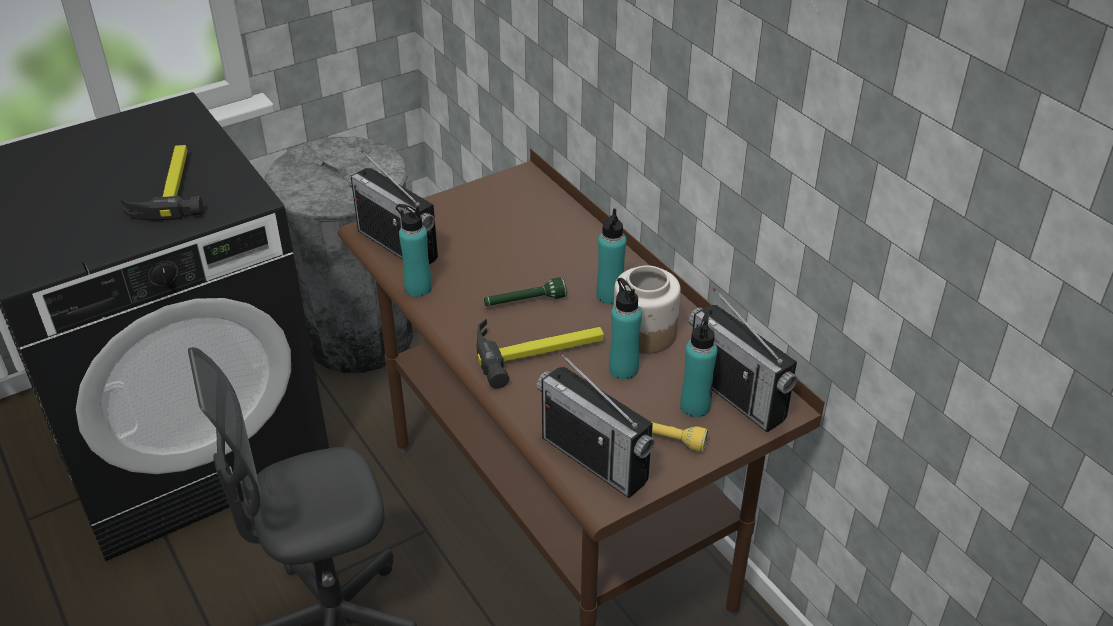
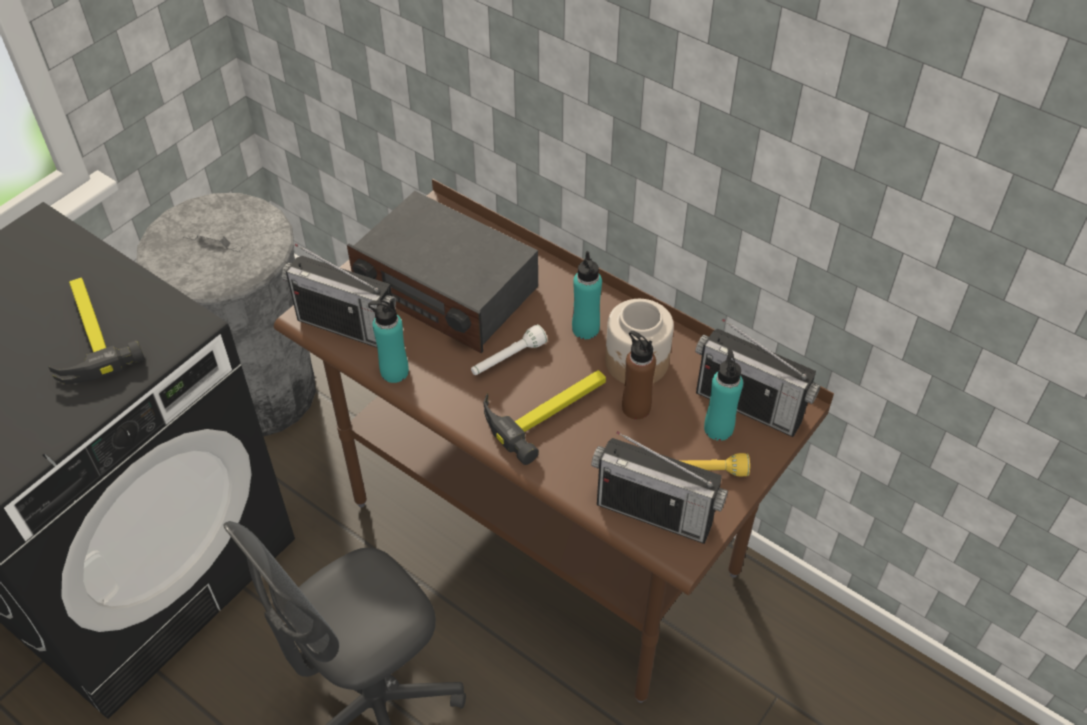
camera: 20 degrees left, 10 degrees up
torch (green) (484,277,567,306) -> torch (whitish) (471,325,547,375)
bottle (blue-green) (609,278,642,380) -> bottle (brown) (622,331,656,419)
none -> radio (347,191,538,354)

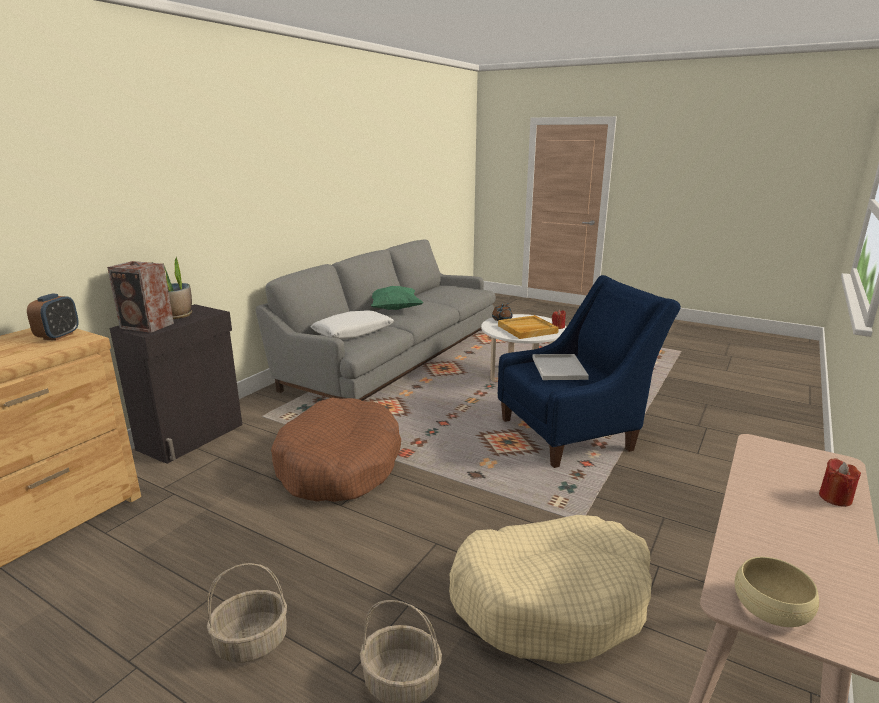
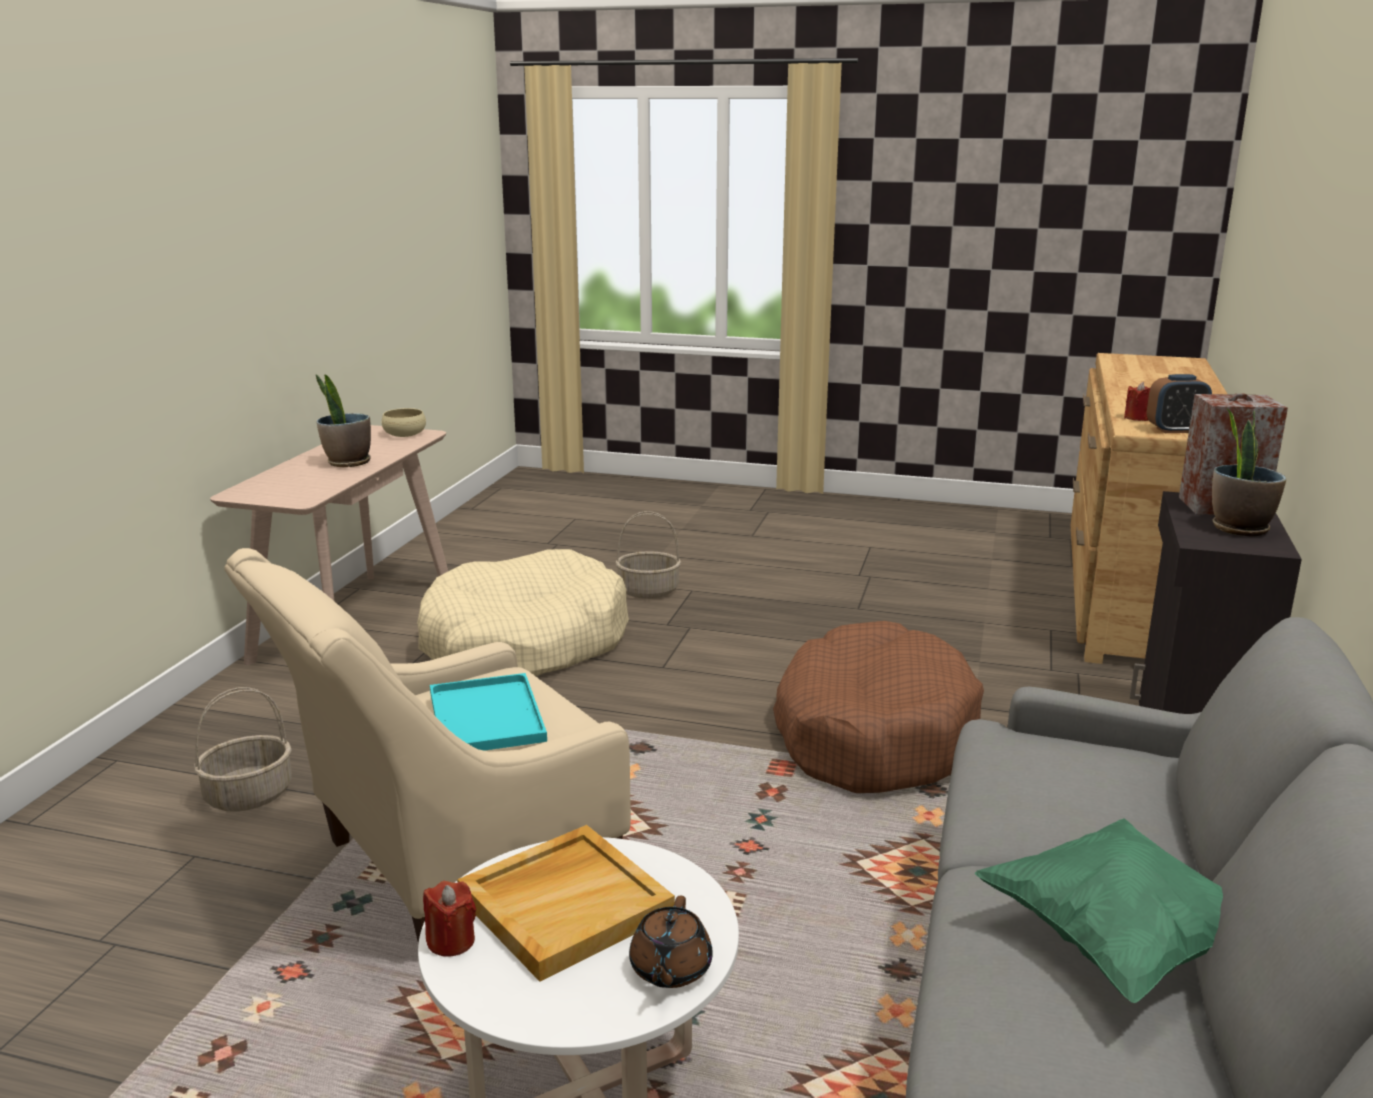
camera: 165 degrees right, 0 degrees up
table clock (27,294,79,340) -> table clock (1147,374,1212,433), 90 degrees counterclockwise
household basket (207,563,287,663) -> household basket (194,687,292,812), moved
throw pillow (whitish) (311,310,394,339) -> none
easy chair (blue-coloured) (498,275,681,468) -> easy chair (beige-coloured) (224,548,631,943)
serving tray (whitish) (532,354,589,380) -> serving tray (blue-green) (430,673,547,751)
candle (red-coloured) (819,458,861,507) -> candle (red-coloured) (1124,382,1151,421), moved
none -> plant in a pot (316,374,371,467)

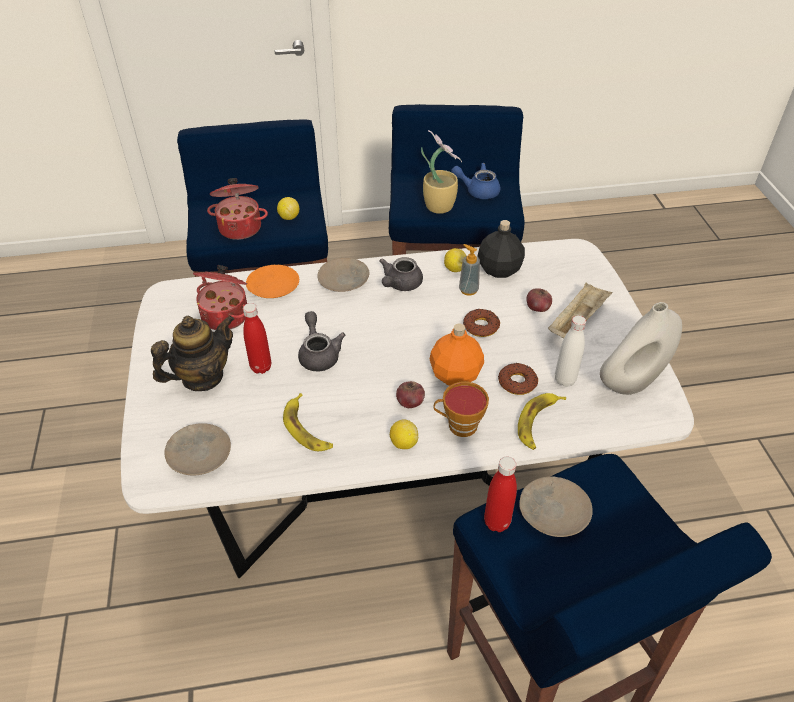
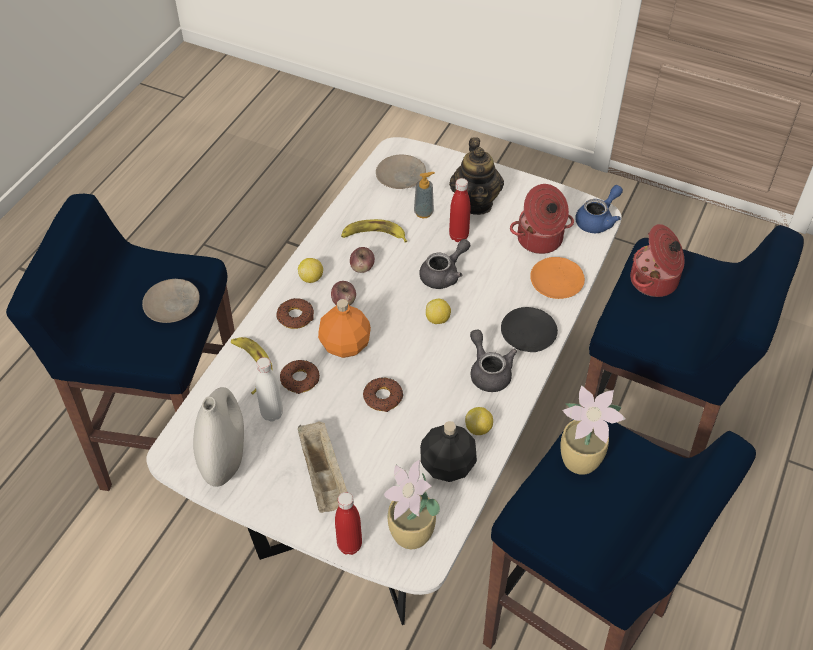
camera: 125 degrees right, 5 degrees up
citrus fruit (277,197,299,220) -> citrus fruit (426,299,451,324), moved
tea pot (grey) (298,311,345,371) -> tea pot (grey) (419,239,470,289), 60 degrees counterclockwise
dinner plate (beige-coloured) (317,258,369,292) -> dinner plate (black-coloured) (501,307,558,352)
cup (433,382,489,437) -> doughnut (276,298,314,329)
tea pot (blue-coloured) (451,163,500,199) -> tea pot (blue-coloured) (575,185,623,233), moved
liquid soap bottle (459,244,480,296) -> liquid soap bottle (414,172,435,218), moved
bottle (red-coloured) (484,457,517,532) -> bottle (red-coloured) (335,492,362,555), moved
apple fruit (527,288,552,312) -> apple fruit (350,247,375,273), moved
none -> plant in a pot (384,460,440,549)

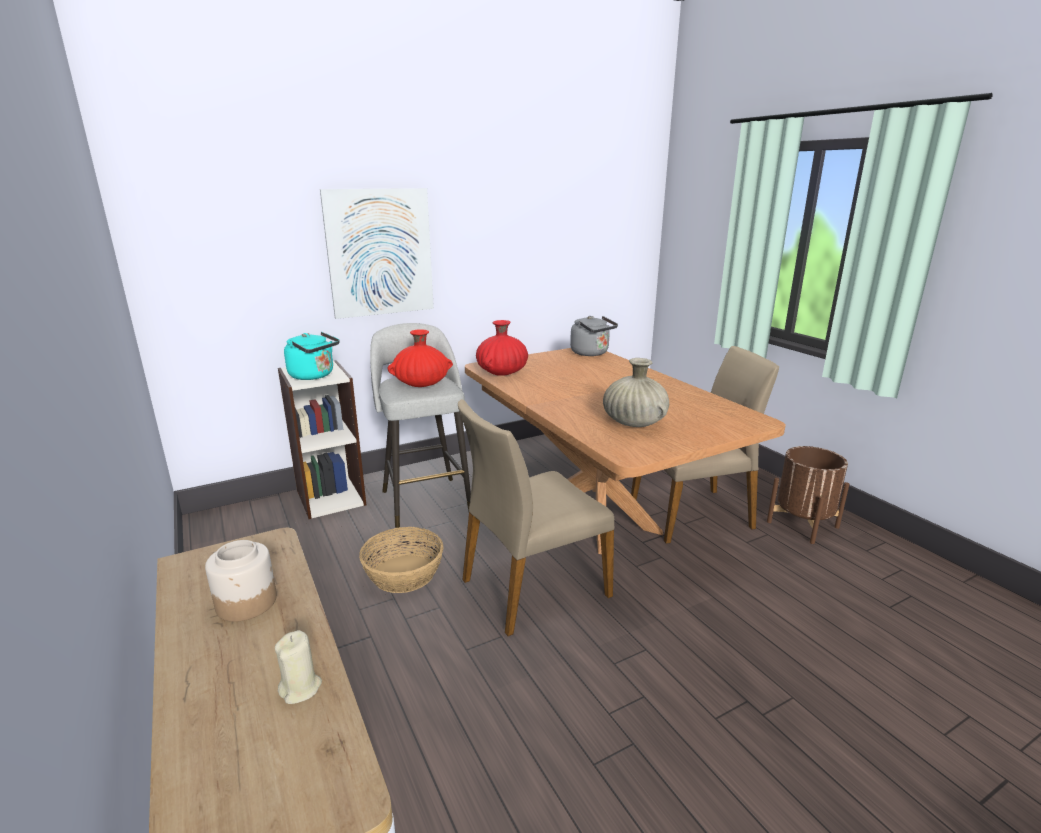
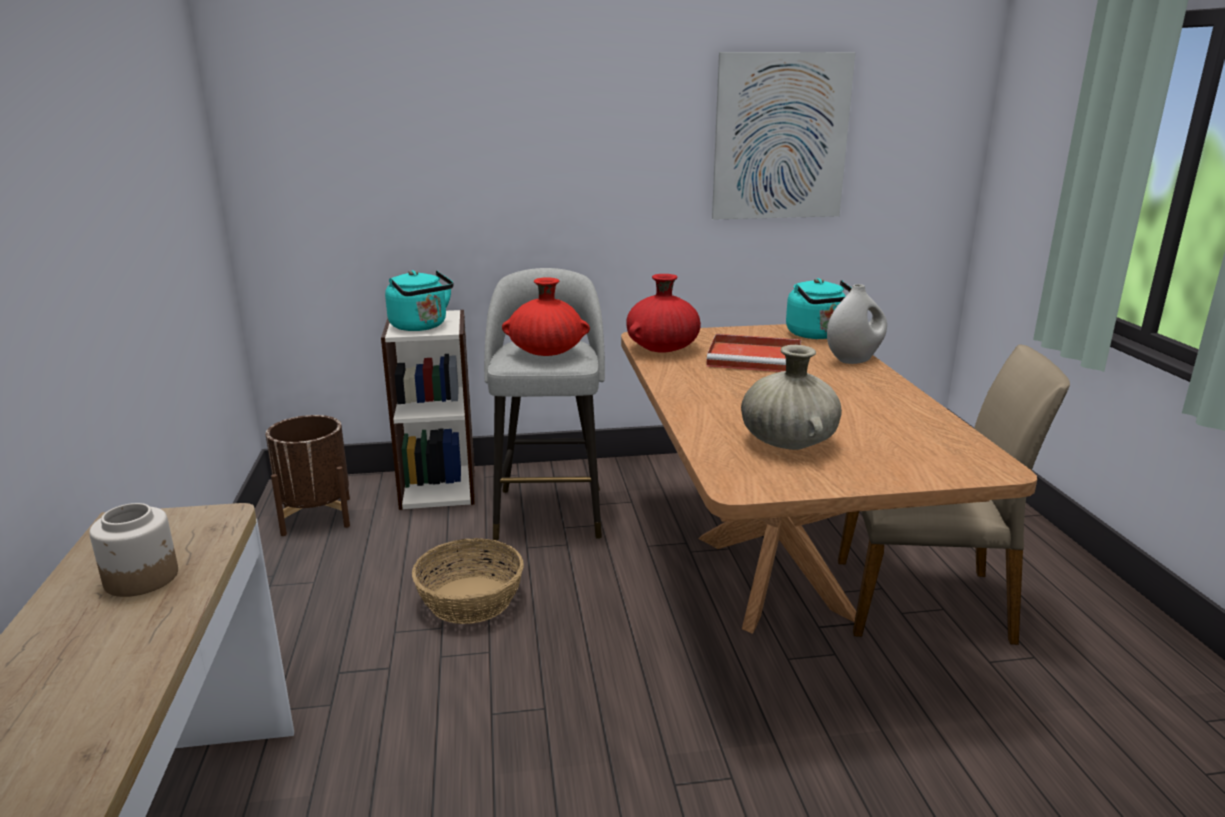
camera: 20 degrees right, 0 degrees up
candle (beige-coloured) (275,630,322,704) -> none
wall picture (320,188,434,319) -> wall picture (712,52,855,220), moved
plain chair (beige-coloured) (458,399,614,636) -> none
kettle (grey) (570,316,618,356) -> kettle (blue-green) (786,278,852,339)
plant pot (brown) (767,446,849,544) -> plant pot (brown) (265,415,350,536), moved
none -> serving tray (red-coloured) (706,334,801,372)
none -> vase (whitish) (827,284,887,364)

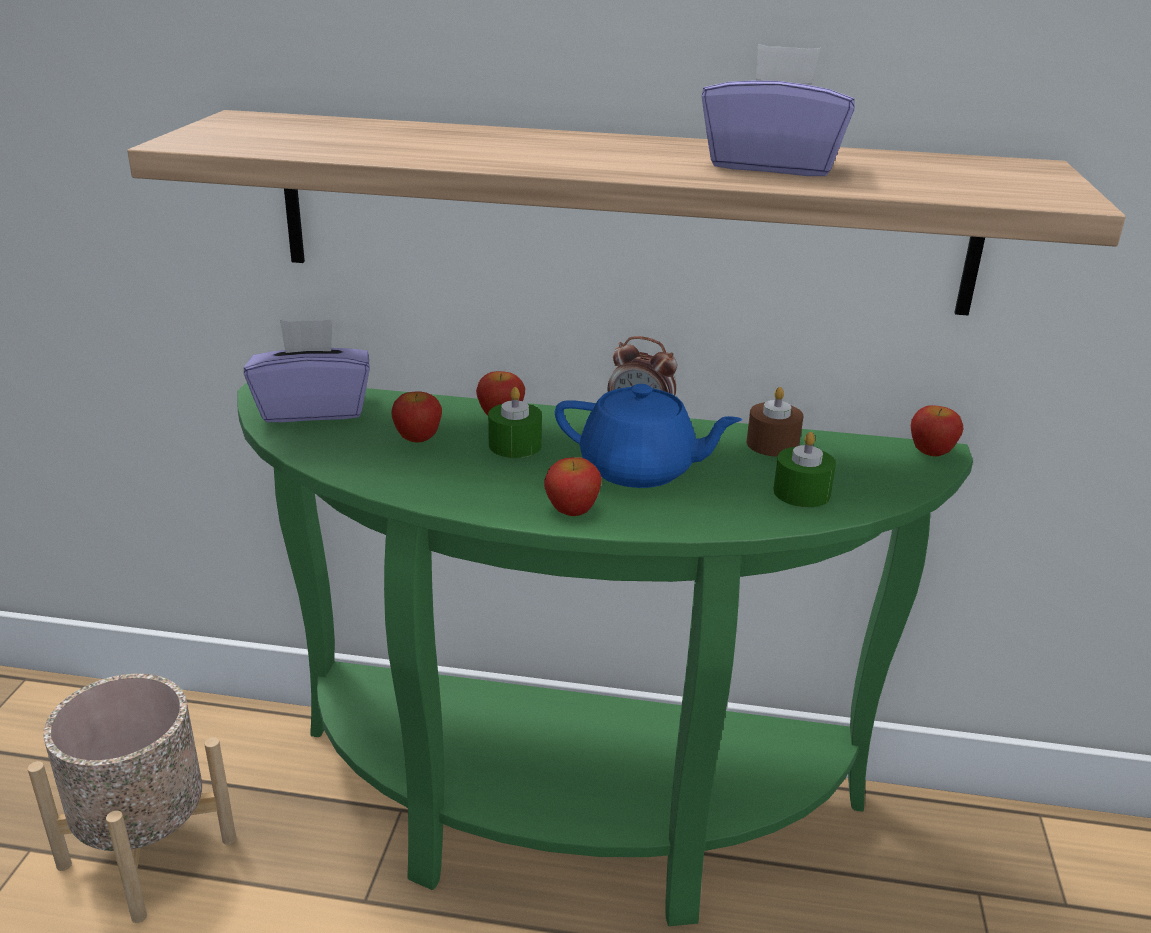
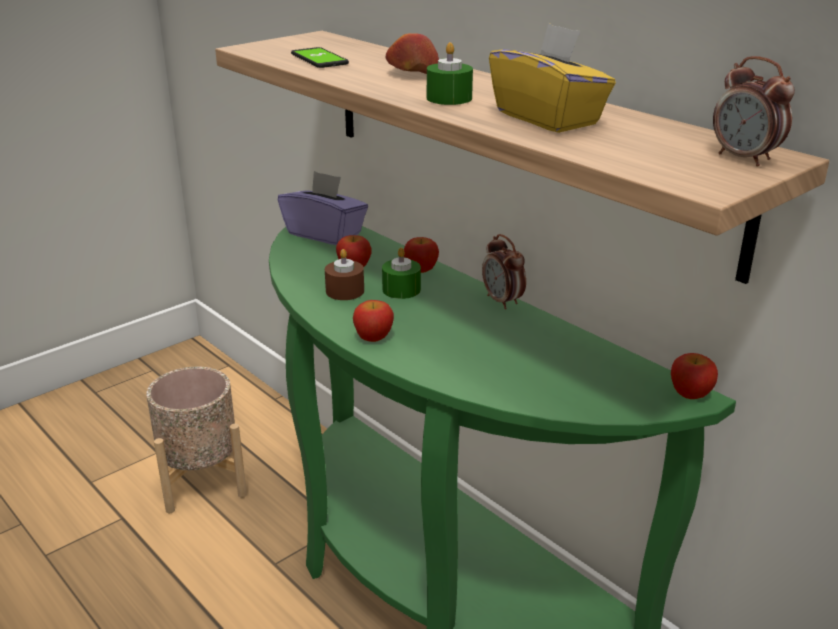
camera: 40 degrees right, 0 degrees up
tea pot (blue-coloured) (555,384,742,488) -> none
tissue holder (purple-coloured) (702,44,855,176) -> tissue holder (yellow) (489,23,616,133)
candle (brown) (747,387,803,457) -> candle (brown) (325,249,364,300), moved
candle (green) (773,432,836,507) -> candle (green) (427,42,473,105), moved
none -> handset (291,47,349,68)
none -> apple fruit (386,33,439,74)
none -> table clock (713,56,795,167)

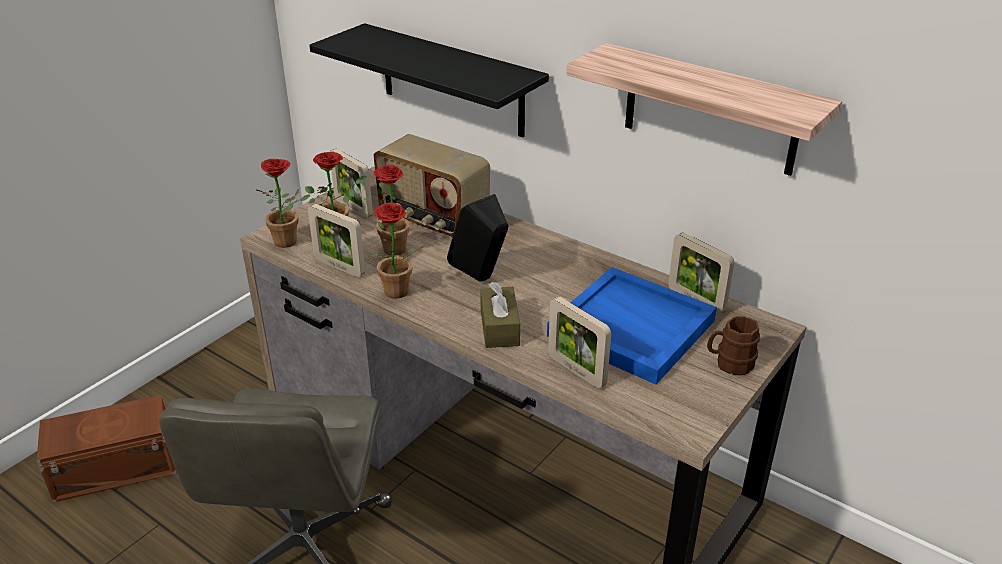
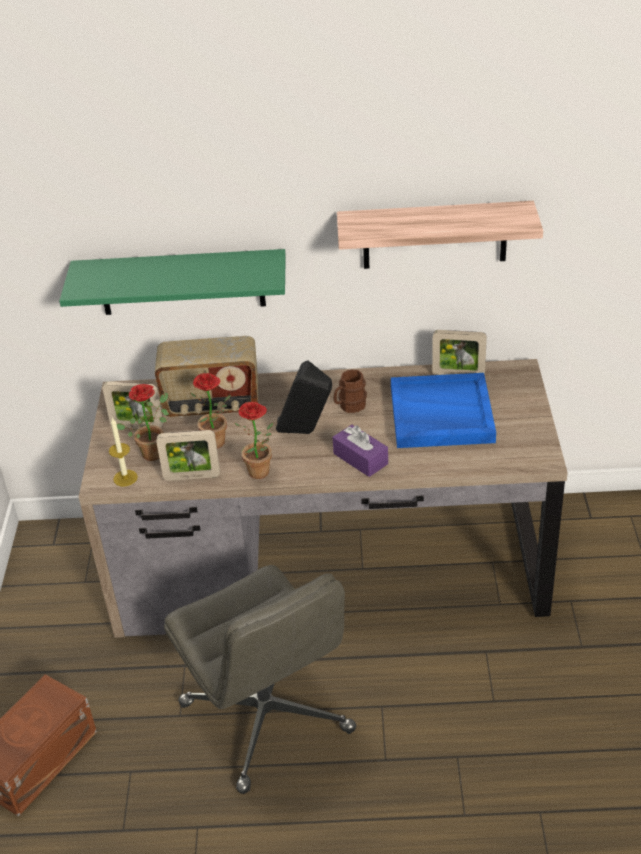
camera: 35 degrees left, 5 degrees up
plant in a pot (256,159,310,248) -> candle (109,417,138,486)
shelf (black-coloured) (309,23,549,137) -> shelf (green) (59,249,286,315)
tissue holder (brown) (480,282,520,348) -> tissue holder (purple-coloured) (333,425,388,477)
standing frame (548,297,611,388) -> none
mug (brown) (707,316,760,375) -> mug (brown) (334,370,367,413), moved

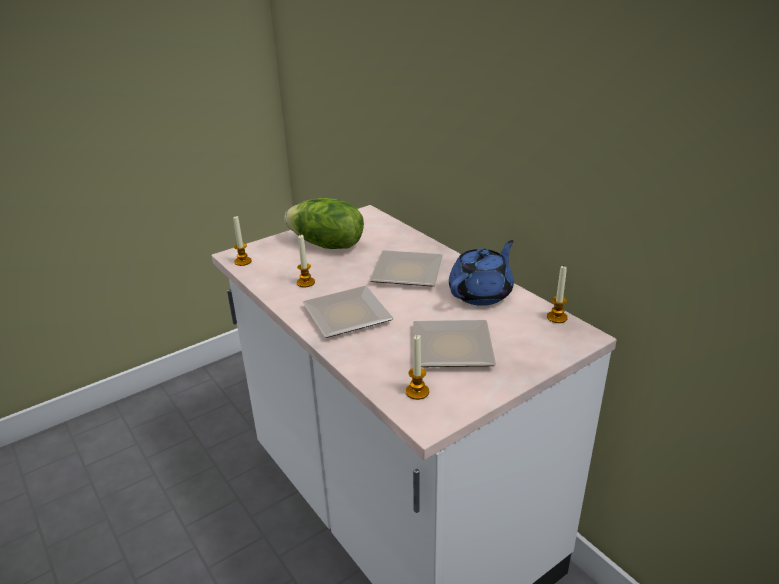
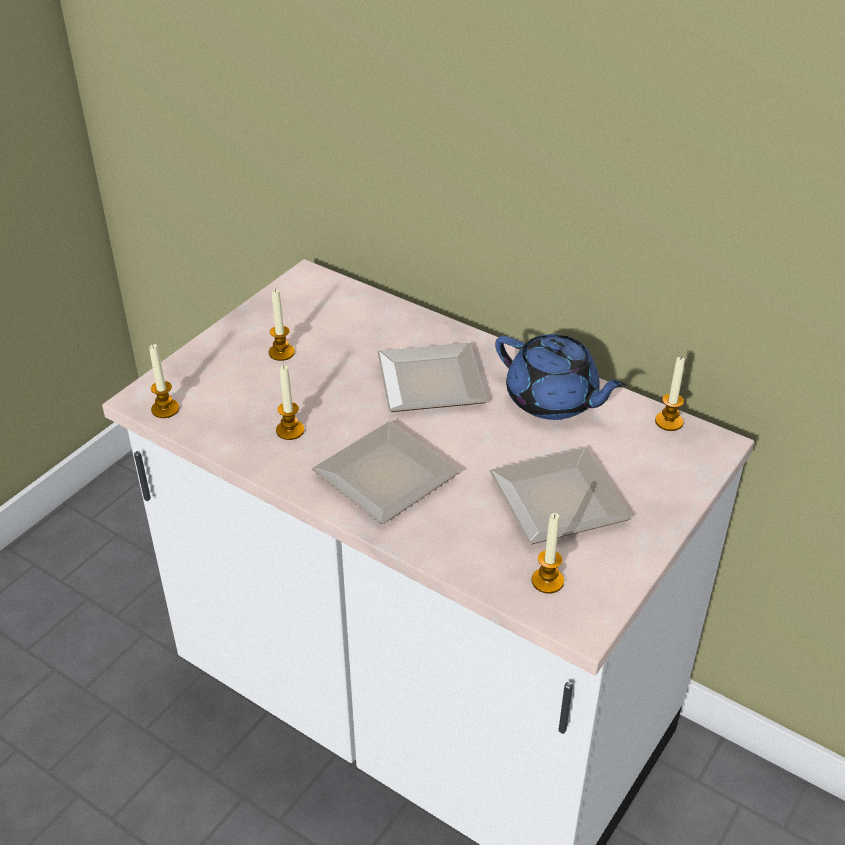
camera: 20 degrees left, 10 degrees up
head of lettuce (284,198,364,249) -> candle (269,289,295,361)
tea pot (blue-coloured) (449,240,514,306) -> tea pot (blue-coloured) (495,334,627,420), 105 degrees clockwise

